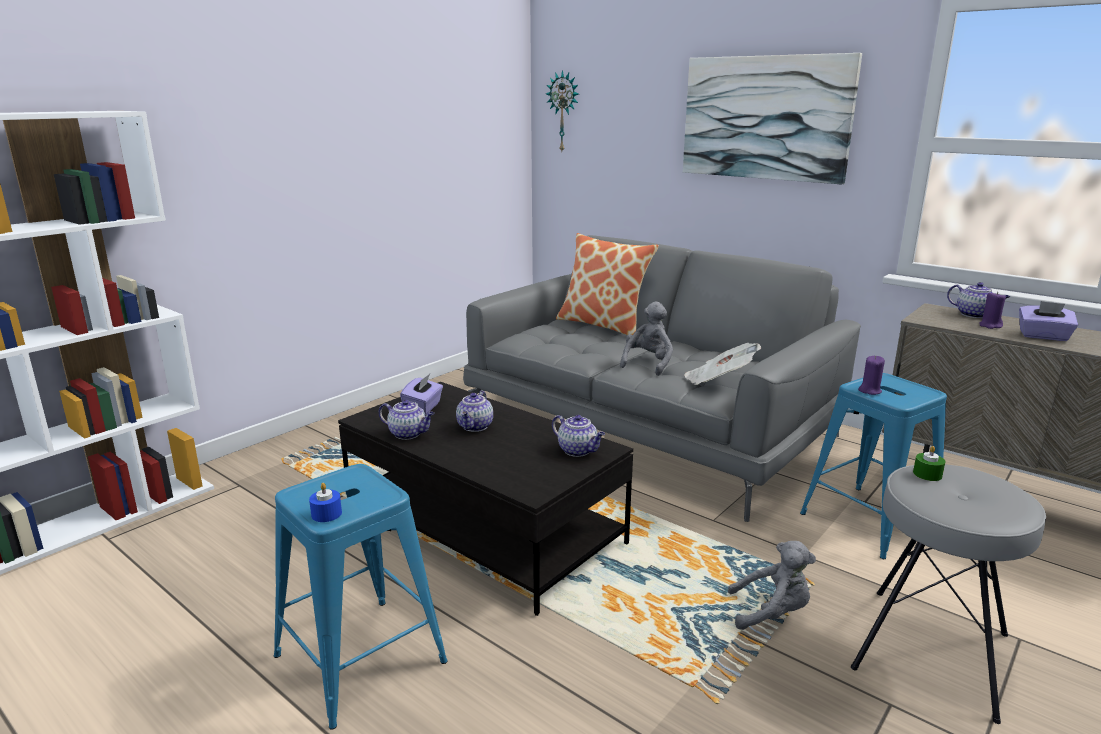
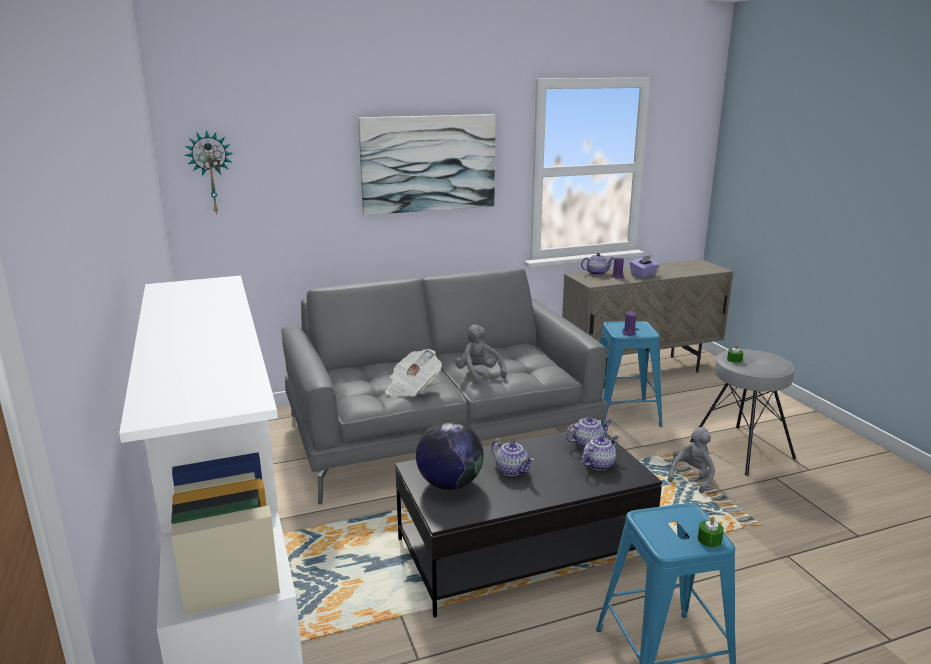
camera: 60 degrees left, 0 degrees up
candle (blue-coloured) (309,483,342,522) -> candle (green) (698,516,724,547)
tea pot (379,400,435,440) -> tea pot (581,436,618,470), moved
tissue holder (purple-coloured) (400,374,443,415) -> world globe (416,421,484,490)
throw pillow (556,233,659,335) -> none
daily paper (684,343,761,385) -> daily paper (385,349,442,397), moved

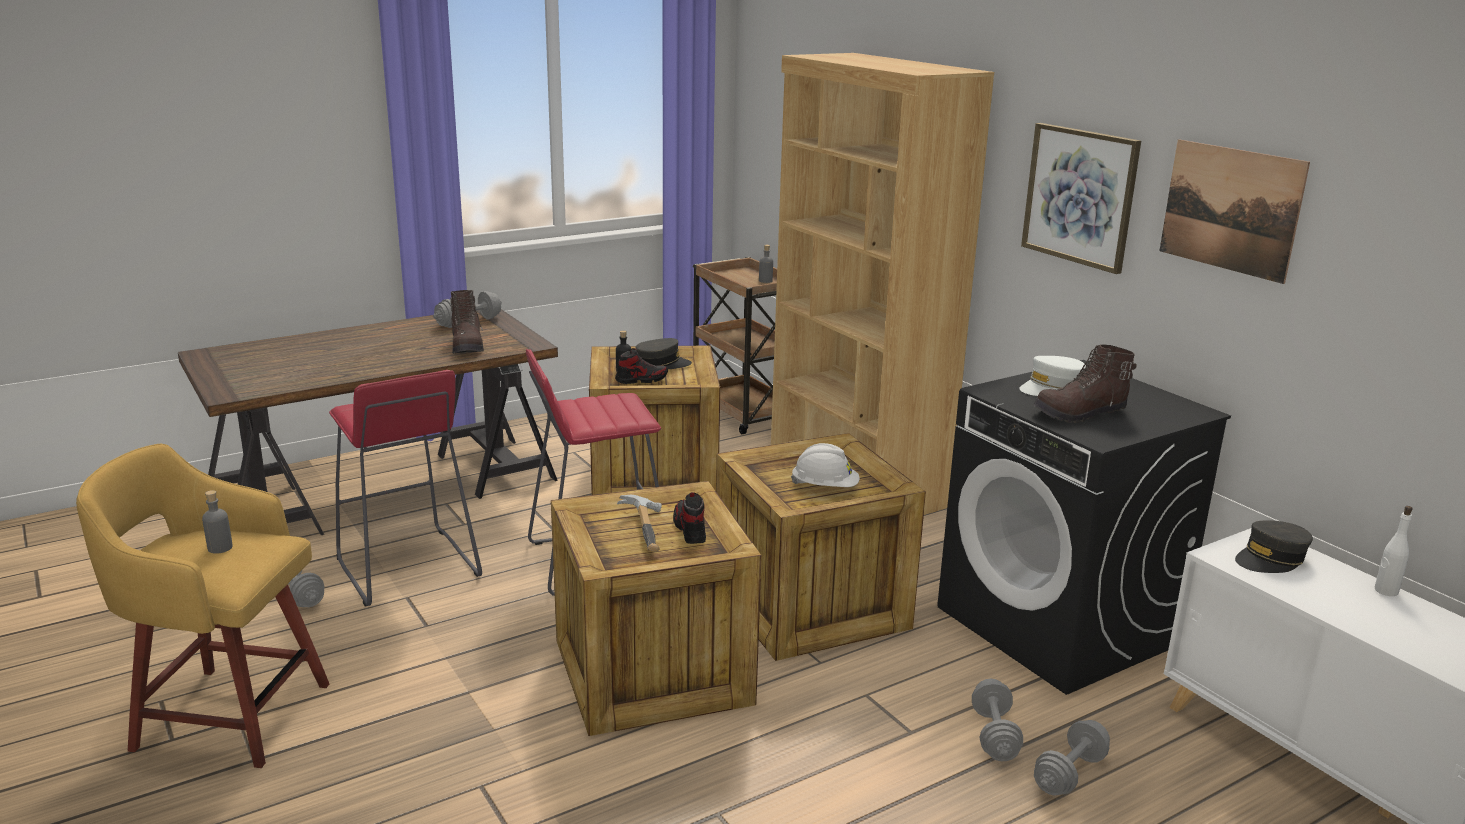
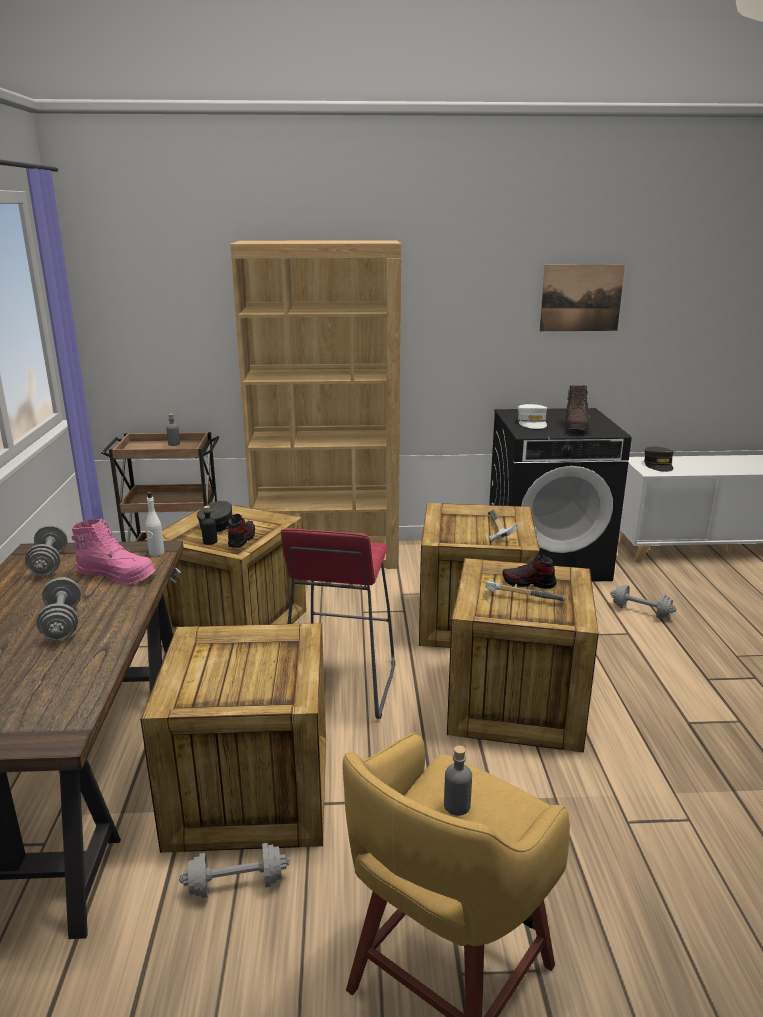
camera: 60 degrees left, 0 degrees up
stool (red-coloured) (329,370,482,607) -> crate (140,623,326,853)
high-top boot (brown) (450,290,484,354) -> high-top boot (pink-coloured) (71,519,155,585)
hard hat (whitish) (791,443,860,487) -> hand hammer (488,510,519,542)
wall picture (1021,123,1141,274) -> none
free weight (grey) (1034,720,1110,796) -> free weight (grey) (36,577,81,641), moved
bottle (whitish) (1375,506,1412,596) -> bottle (whitish) (146,492,164,556), moved

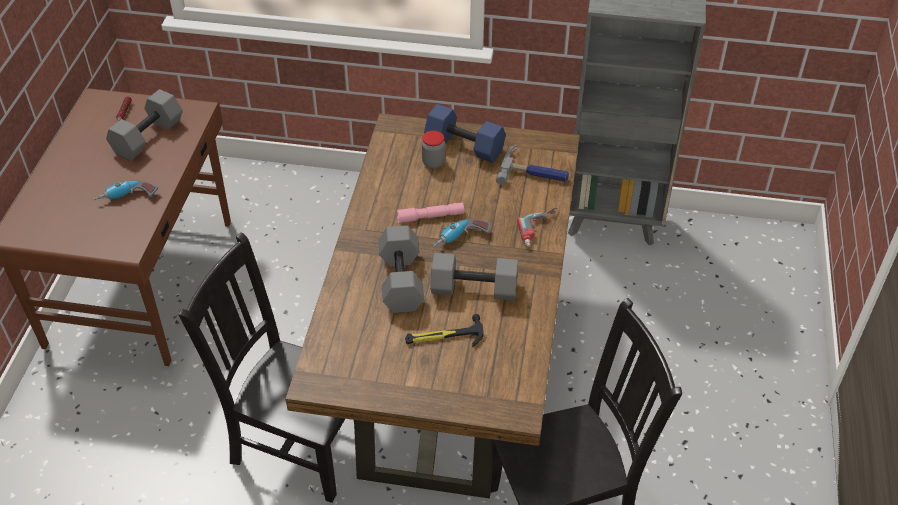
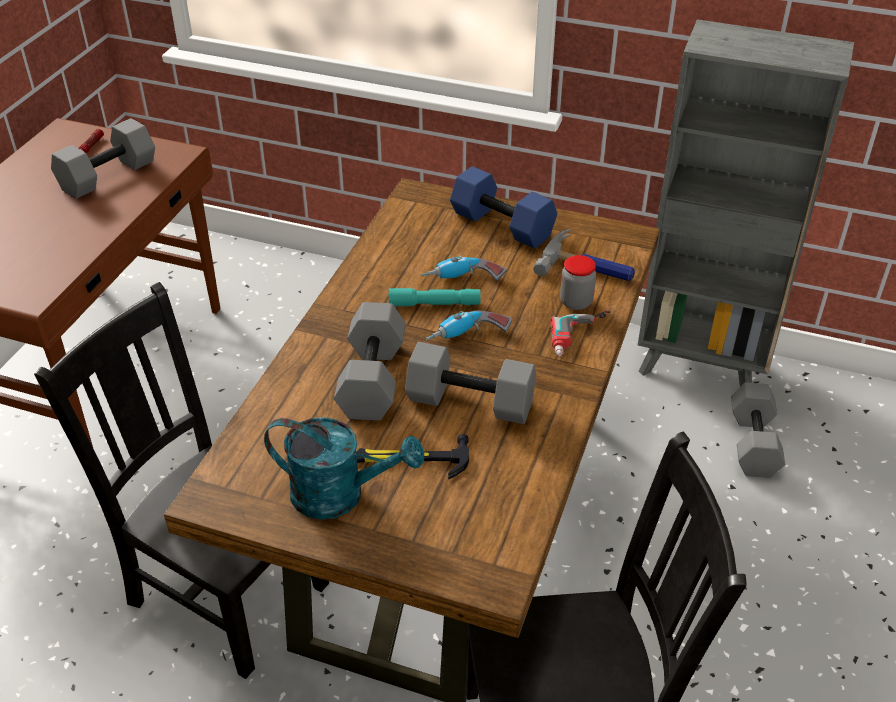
camera: 10 degrees right, 5 degrees down
electric drill (93,180,158,200) -> electric drill (421,256,507,280), moved
torch (pink-coloured) (397,203,464,223) -> torch (blue-green) (389,288,481,306)
storage jar (422,131,445,169) -> storage jar (560,255,596,310), moved
none -> watering pot (blue-green) (264,417,424,520)
none -> free weight (grey) (731,382,785,478)

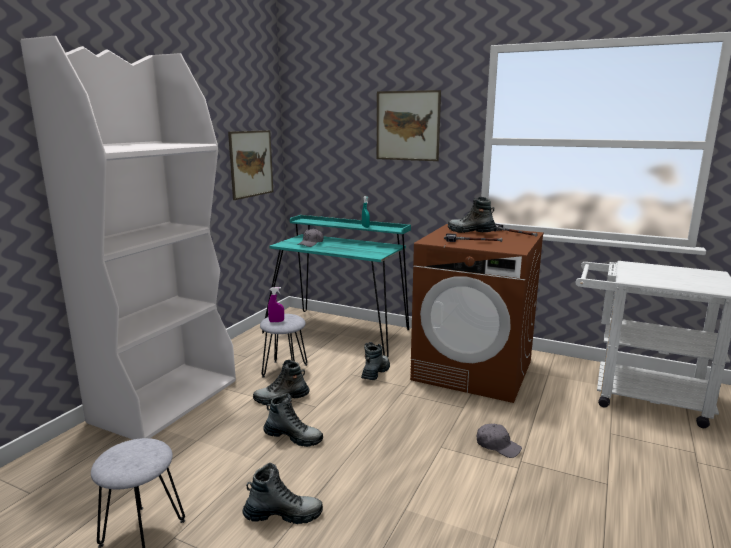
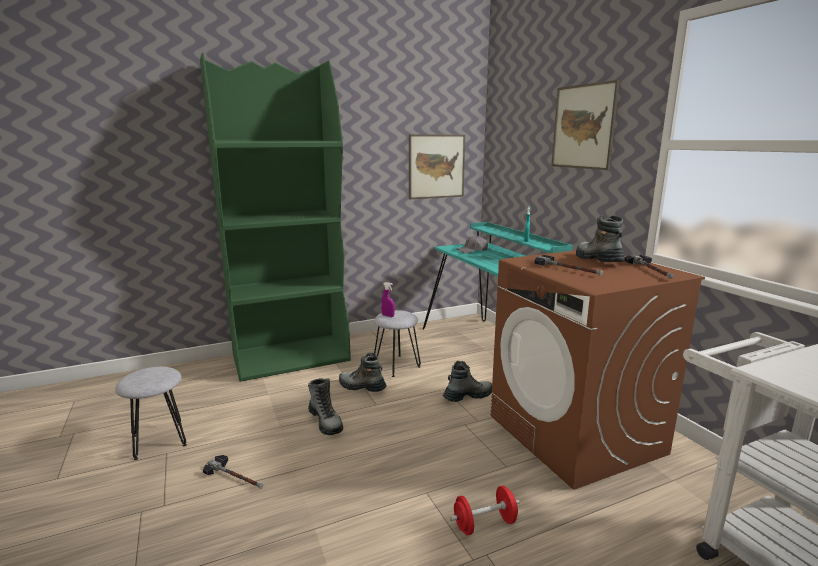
camera: 40 degrees right, 0 degrees up
shelving unit (whitish) (20,36,236,440) -> shelving unit (green) (200,53,351,382)
high-top boot (242,463,323,524) -> hand hammer (203,455,263,489)
peaked cap (grey) (477,424,522,458) -> free weight (red-coloured) (450,486,520,536)

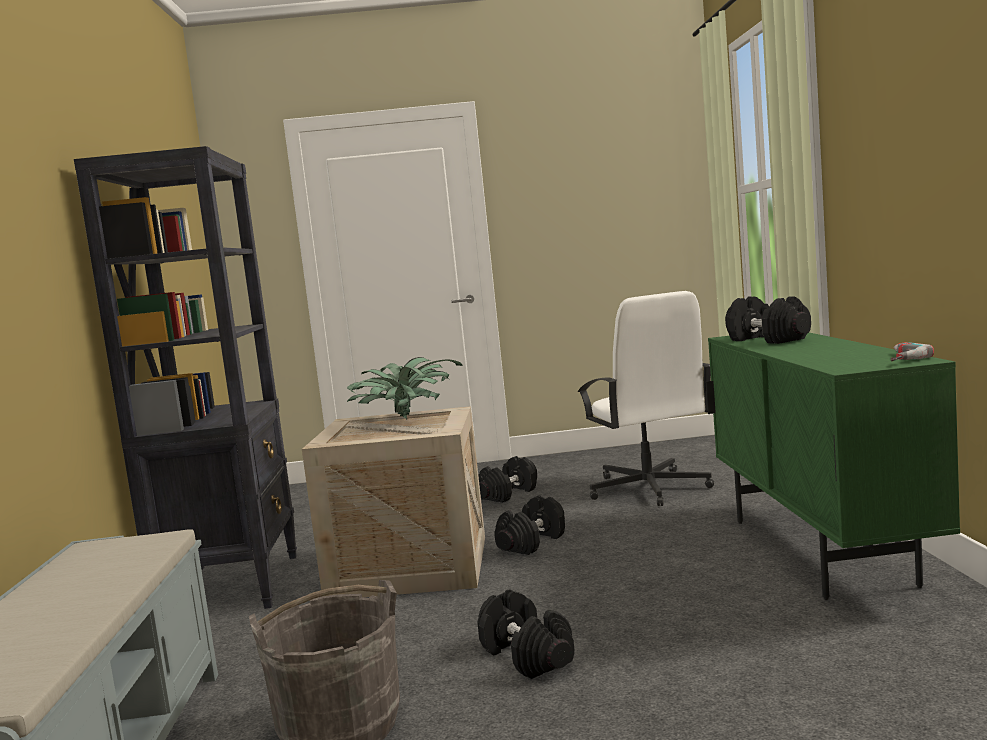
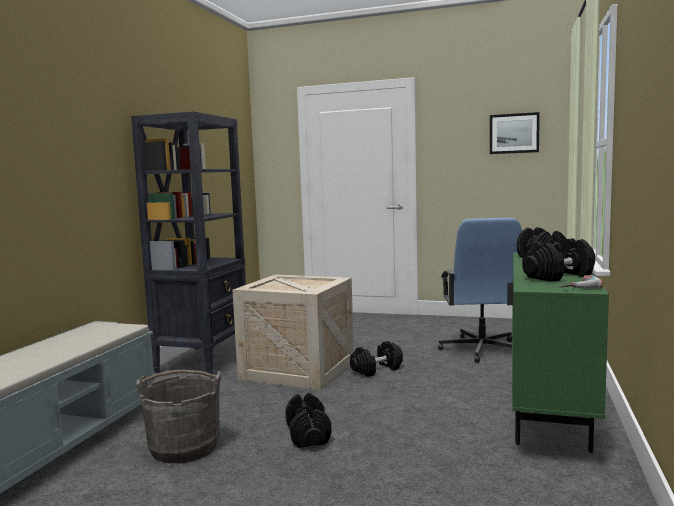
camera: 20 degrees right, 0 degrees up
plant in a pot (347,357,463,420) -> none
free weight (black-coloured) (478,456,537,503) -> free weight (black-coloured) (522,238,595,282), moved
office chair (whitish) (577,291,714,506) -> office chair (blue-coloured) (438,218,522,363)
none -> wall picture (490,112,540,154)

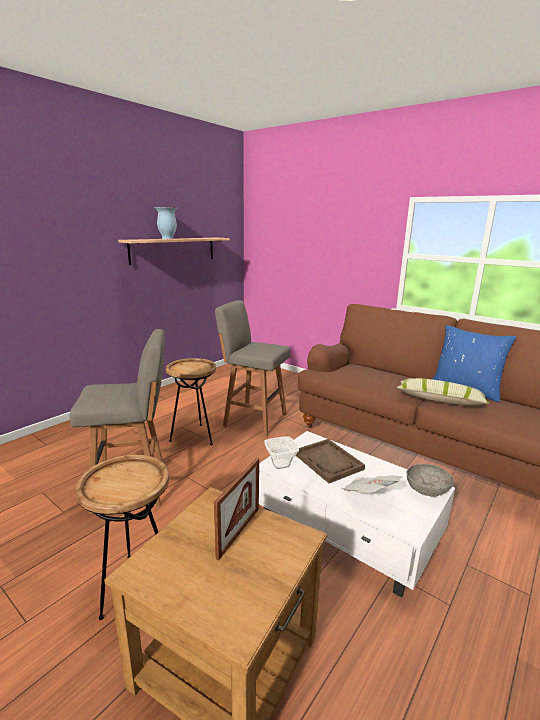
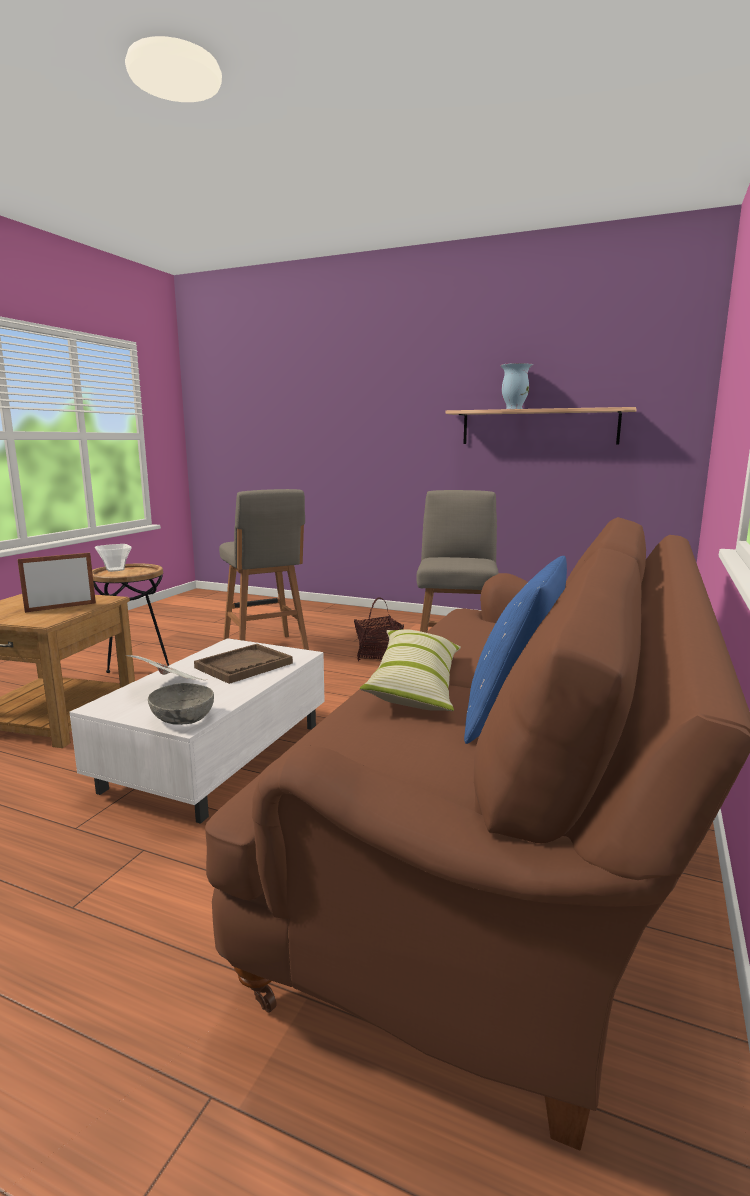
camera: 75 degrees right, 5 degrees down
end table (brown) (166,358,216,445) -> household basket (354,597,404,661)
standing frame (214,458,259,560) -> standing frame (17,552,96,613), 135 degrees clockwise
deep dish (264,436,299,469) -> deep dish (95,544,131,572), moved

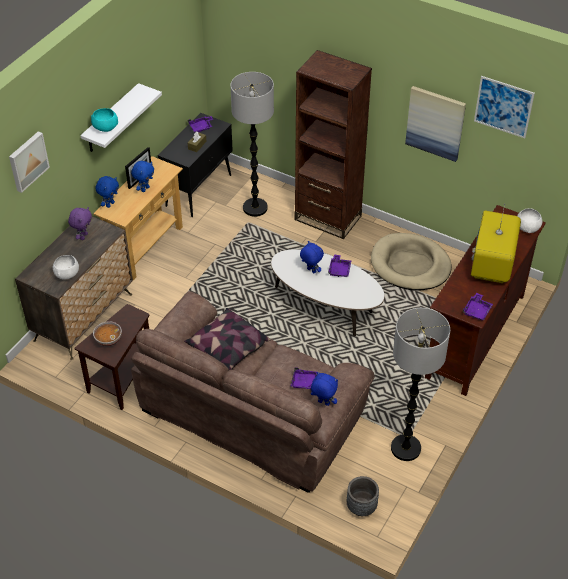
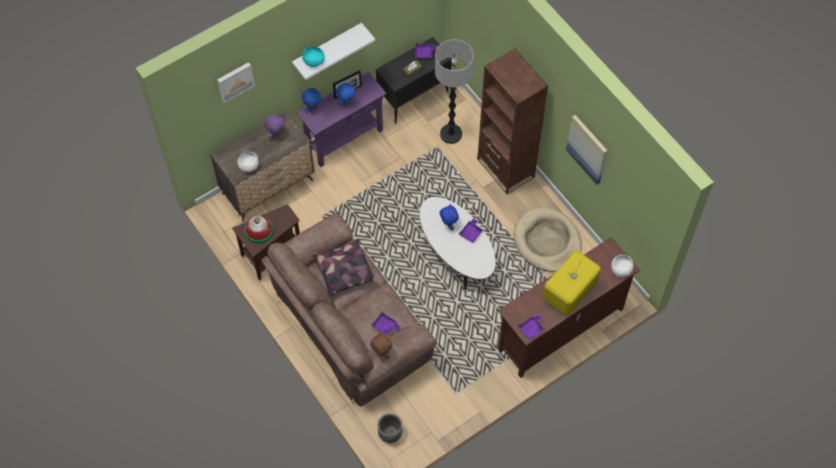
camera: 25 degrees right, 15 degrees up
narrow table (beige-coloured) (93,156,183,280) -> narrow table (purple-coloured) (296,71,387,167)
deep dish (93,321,122,346) -> clothing hat (245,216,273,244)
plush toy (blue-coloured) (311,372,338,406) -> plush toy (brown) (370,332,392,359)
standing lamp (391,308,450,461) -> none
wall picture (474,76,535,138) -> none

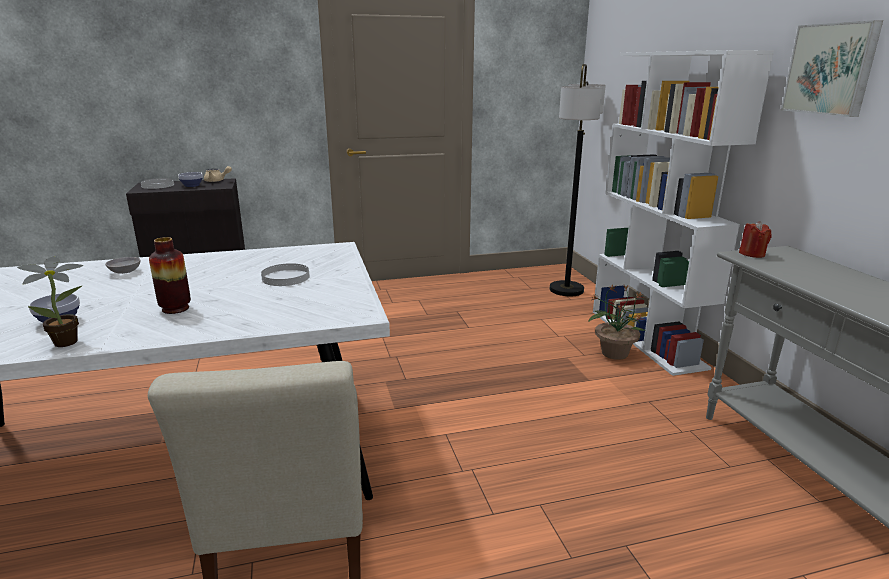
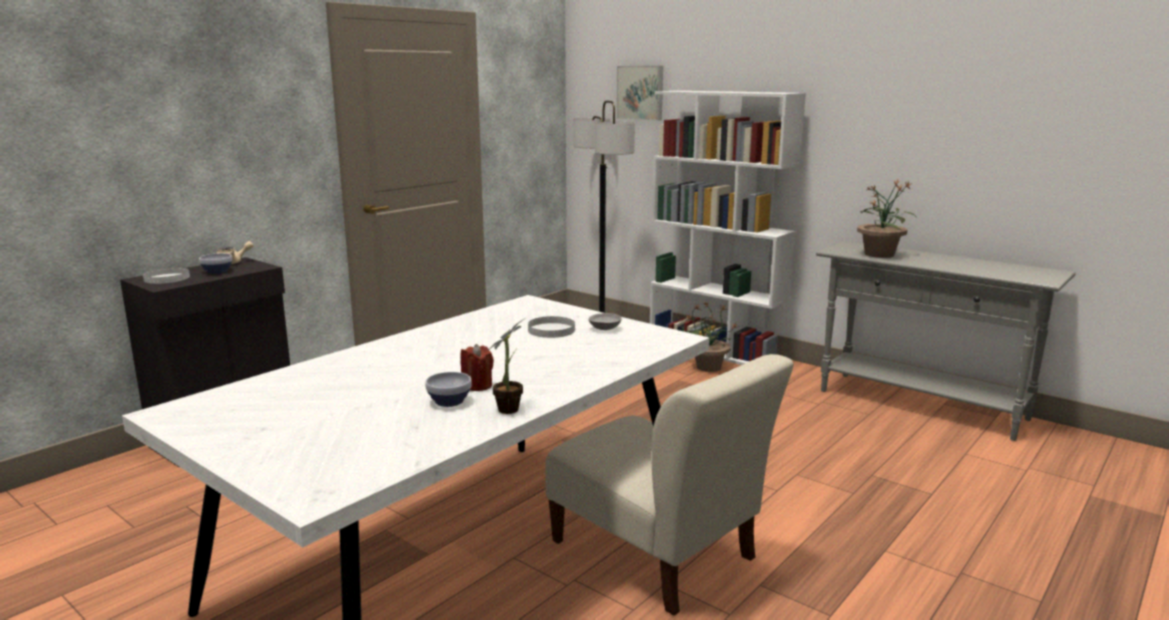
camera: 35 degrees left, 5 degrees down
deep dish (grey) (105,257,140,274) -> deep dish (grey) (588,313,622,330), moved
vase (149,237,191,314) -> none
candle (red-coloured) (739,221,772,258) -> candle (red-coloured) (460,344,494,391), moved
wall picture (781,20,883,117) -> wall picture (616,66,663,121), moved
none -> plant in a pot (857,180,915,258)

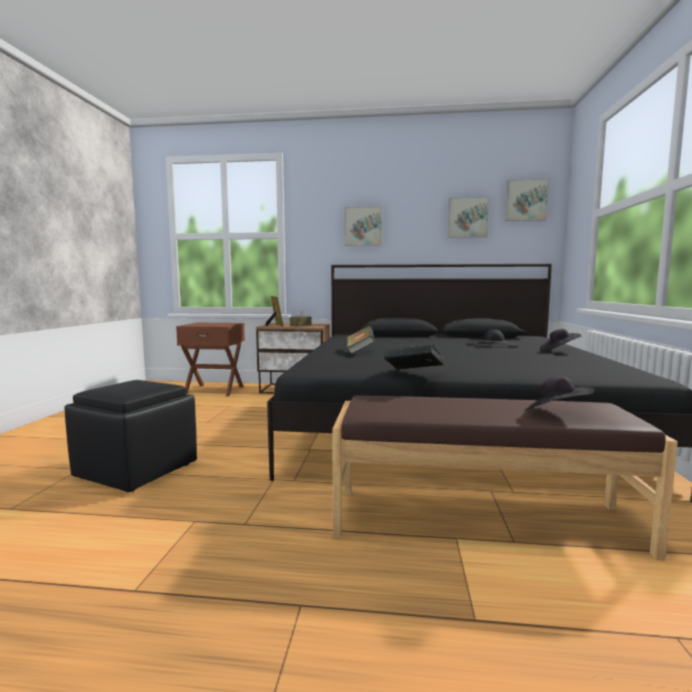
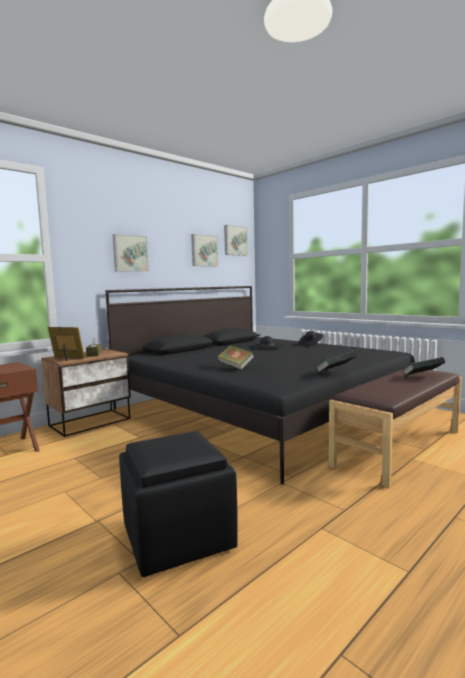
camera: 50 degrees left, 0 degrees up
clothing hat (black-coloured) (525,377,594,411) -> book (402,357,445,376)

